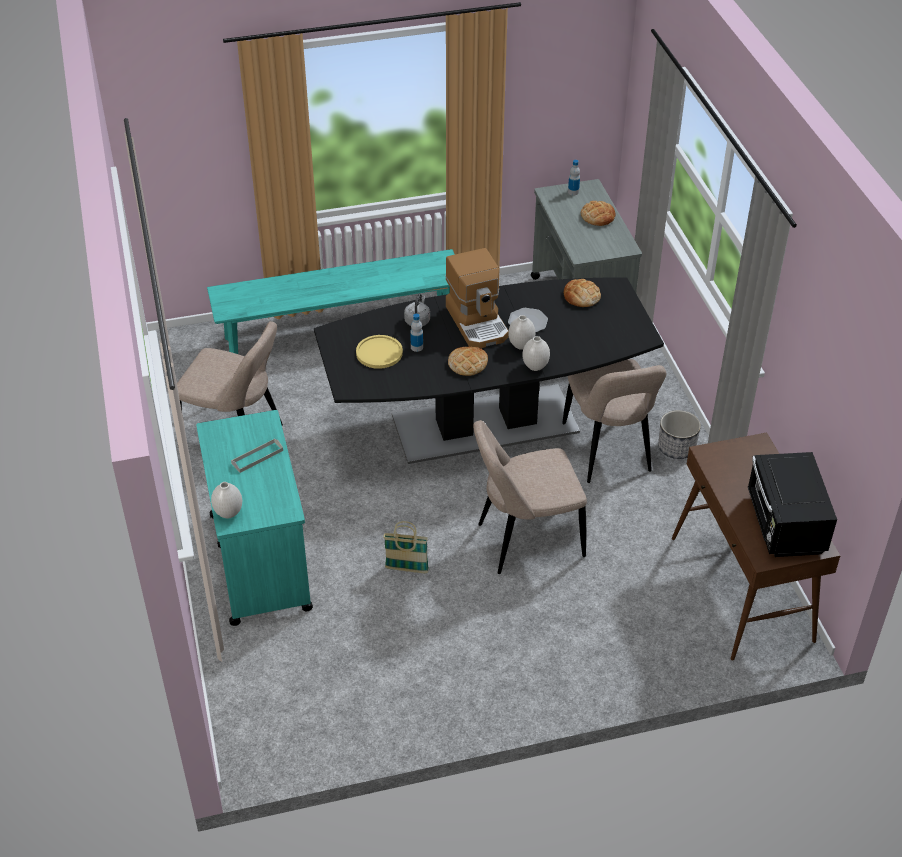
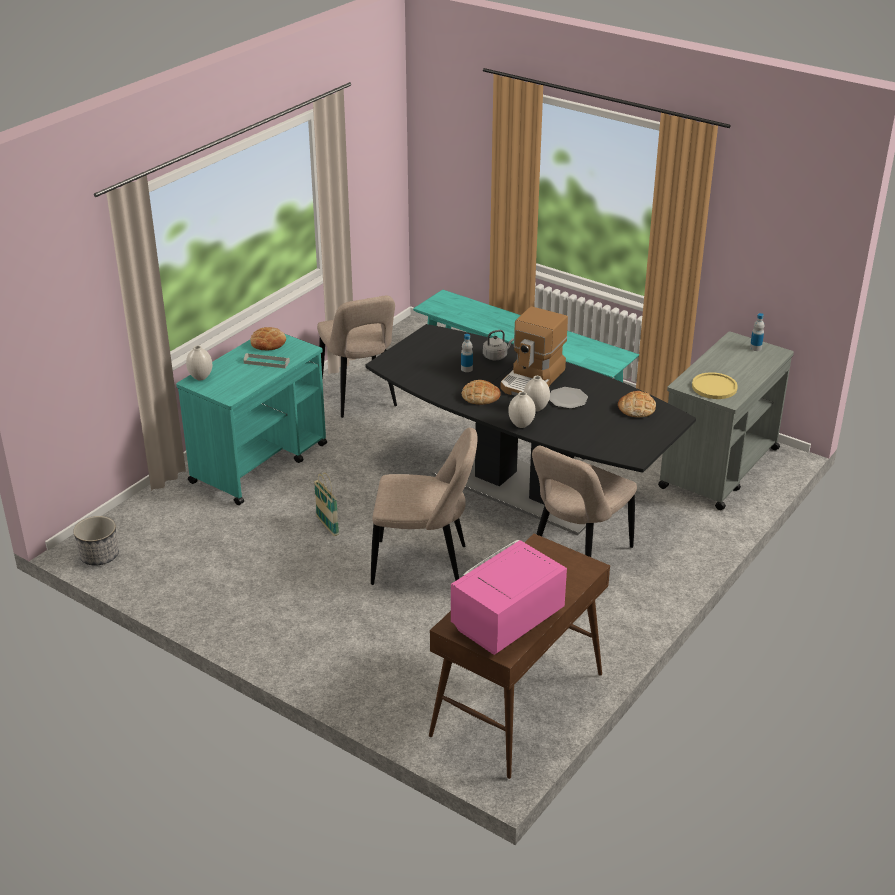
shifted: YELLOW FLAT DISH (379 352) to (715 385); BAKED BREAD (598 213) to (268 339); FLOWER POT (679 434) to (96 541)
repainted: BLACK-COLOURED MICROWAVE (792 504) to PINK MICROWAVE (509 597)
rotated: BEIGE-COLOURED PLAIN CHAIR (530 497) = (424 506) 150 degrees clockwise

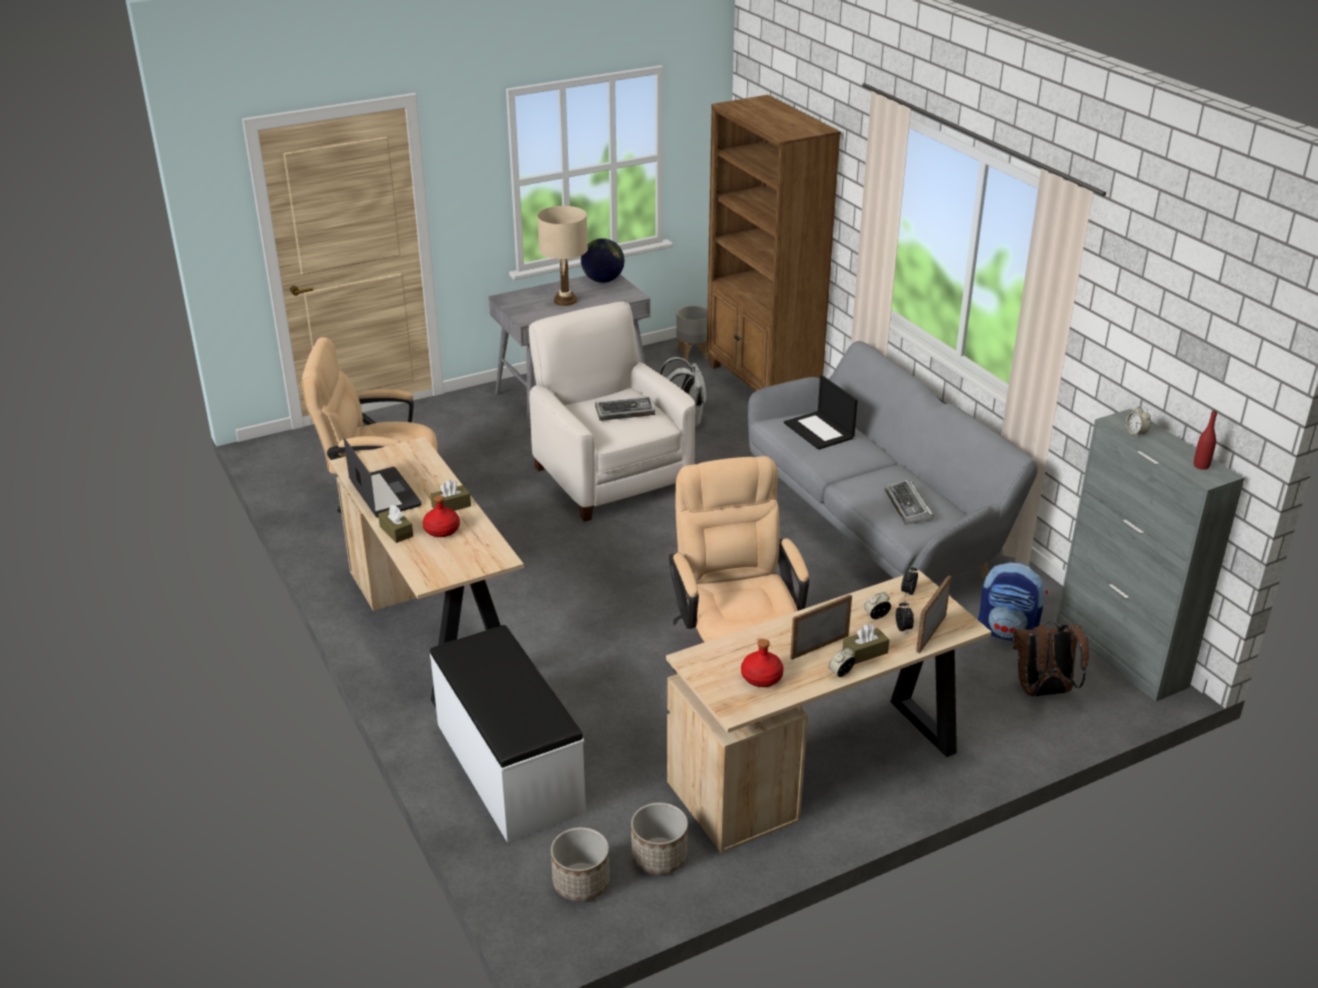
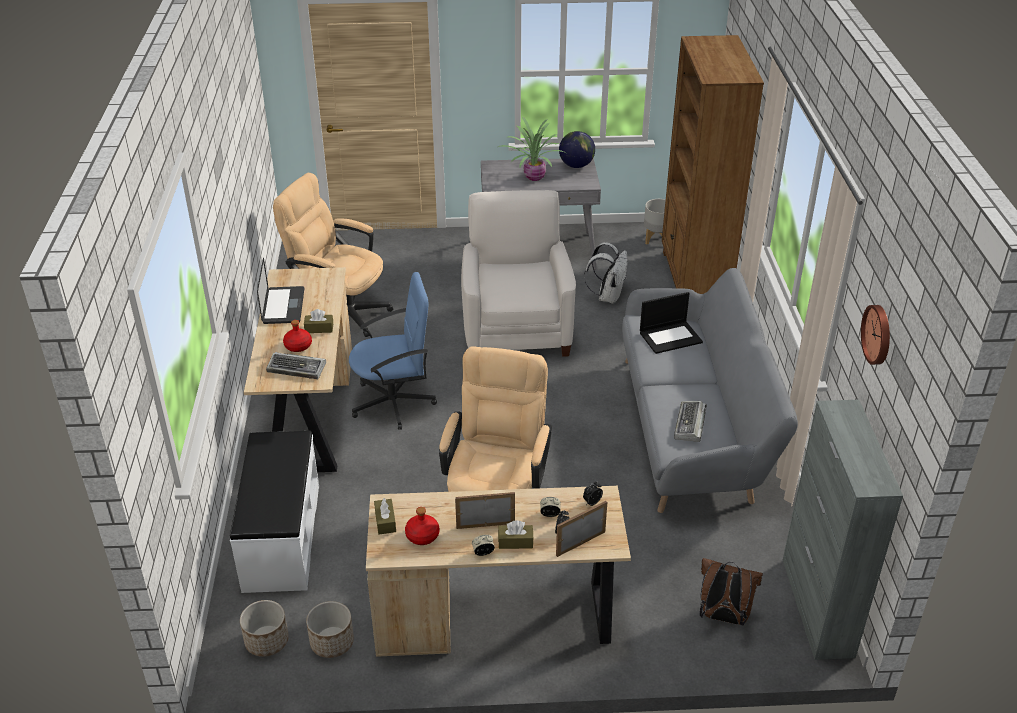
gone: RUCKSACK (1013 601); BEDSIDE CLOCK (1138 421); RED BOTTLE (1205 440)
new: BLUE COMPUTER CHAIR (393 351); HANGING CLOCK (875 335)
shifted: BROWNISH TISSUE HOLDER (395 524) to (385 516); KEYBOARD (625 408) to (296 365)
swapped: BEIGE-COLOURED TABLE LAMP (562 256) to PLANT IN A POT (532 149)
rotated: LAPTOP (821 412) = (671 323) 105 degrees counterclockwise

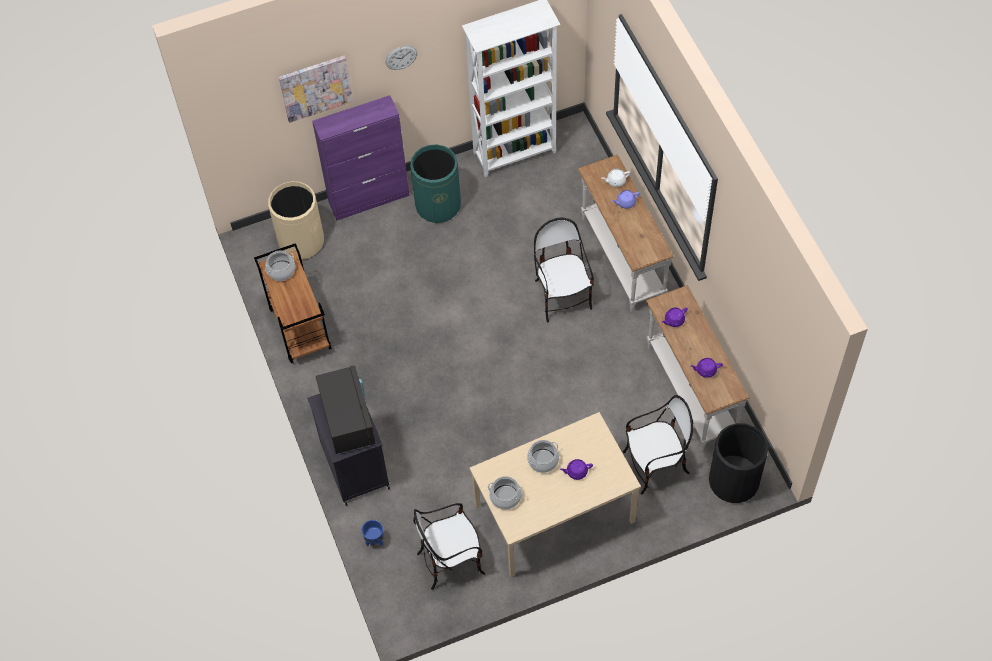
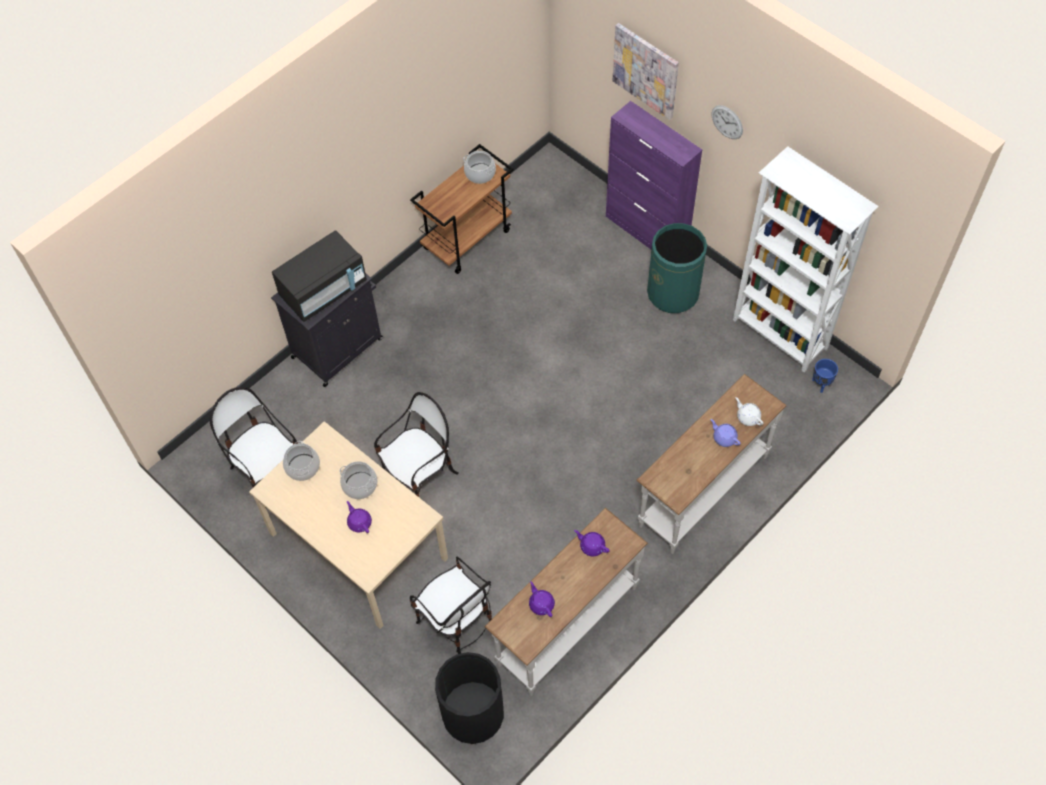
gone: BEIGE-COLOURED WASTE BIN (296 220)
shifted: BLUE FLOWER POT (373 533) to (825 376); PLAIN CHAIR (564 270) to (416 444)

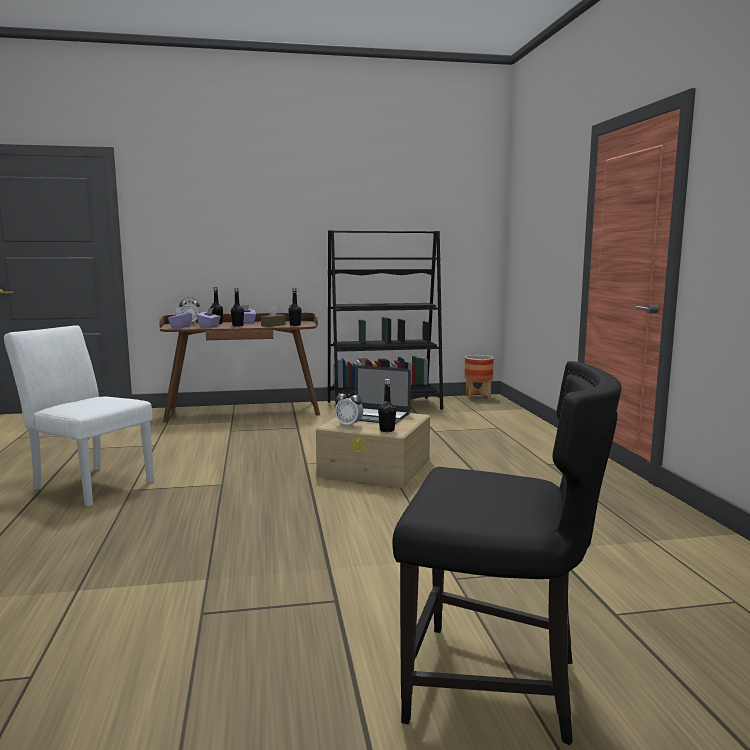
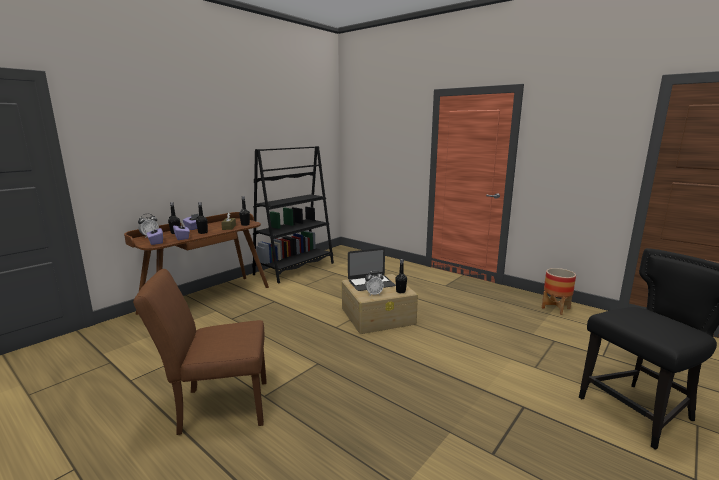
shifted: FLOWER POT (479 377) to (559 291)
repainted: WHITE PLAIN CHAIR (79 416) to BROWNISH PLAIN CHAIR (200 352)

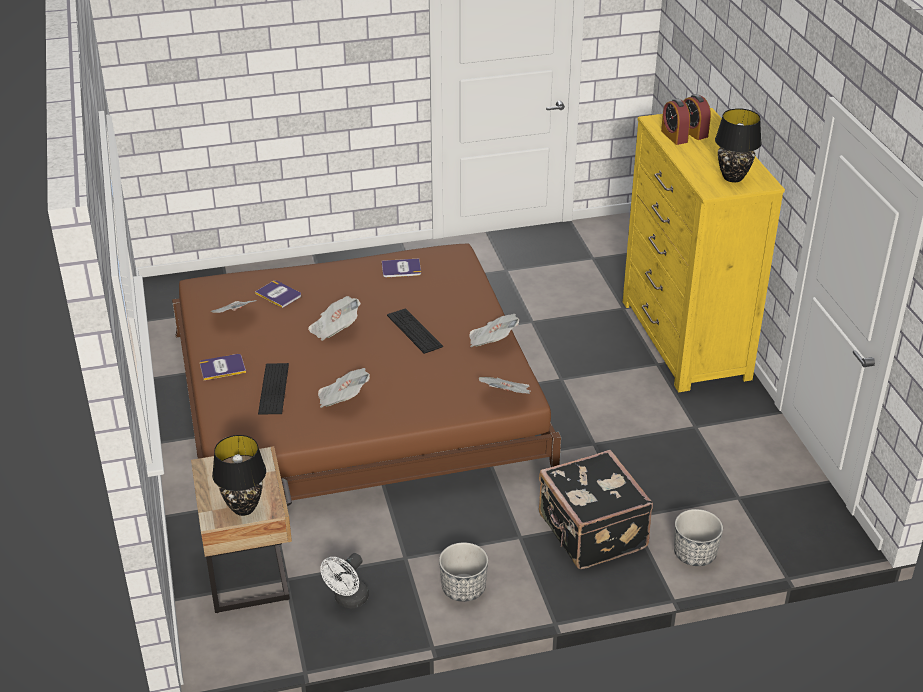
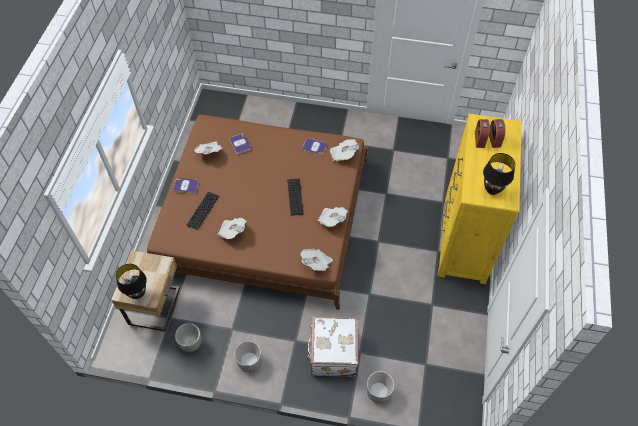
shifted: DAILY PAPER (334 318) to (344 150)
swapped: WHITE COOLING FAN (344 580) to FLOWER POT (188 337)
repainted: BLACK-COLOURED PIECE OF LUGGAGE (596 509) to WHITE PIECE OF LUGGAGE (333 346)

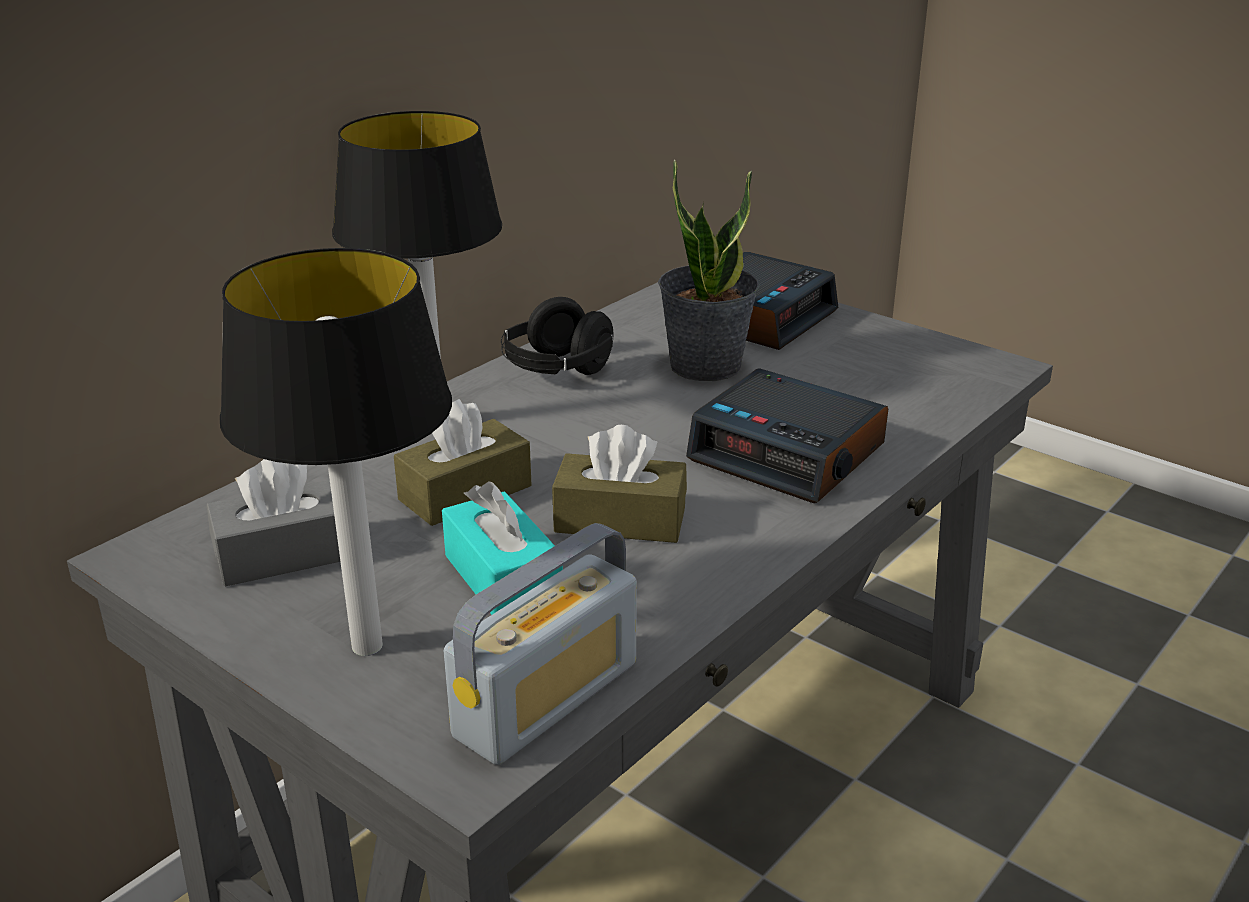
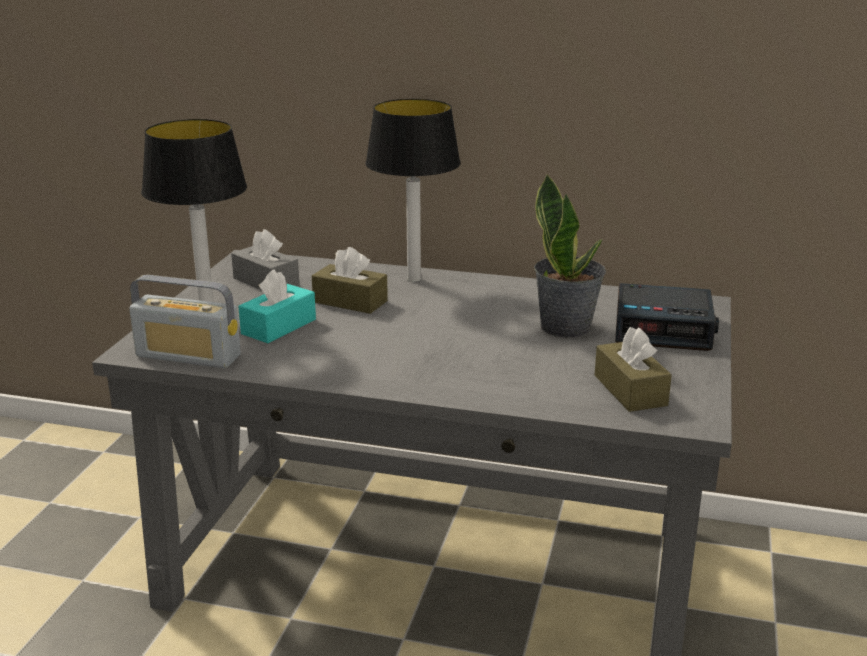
gone: BLACK-COLOURED HEADPHONES (557 336); BEDSIDE CLOCK (787 435)
shifted: BROWNISH TISSUE HOLDER (619 484) to (633 369)

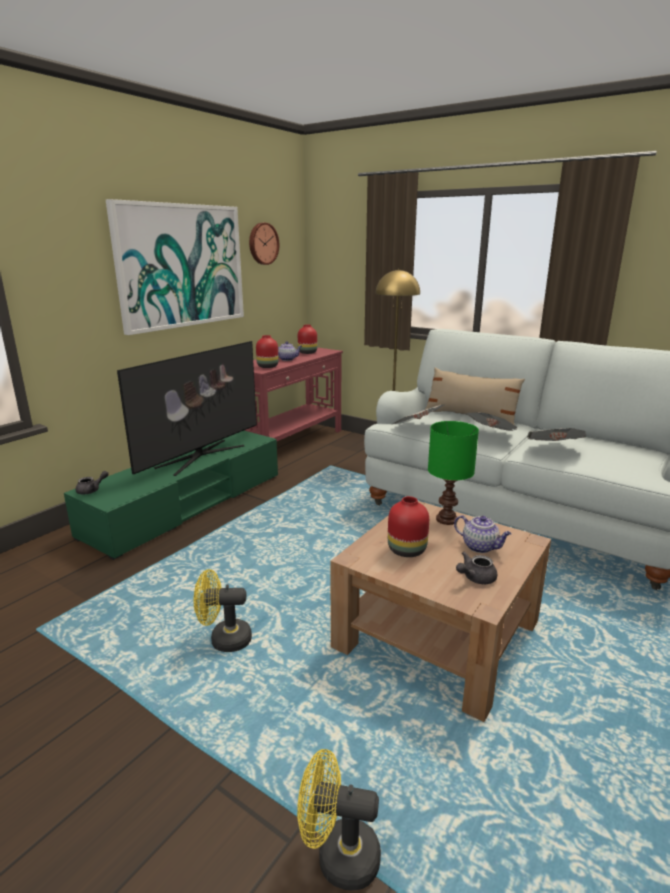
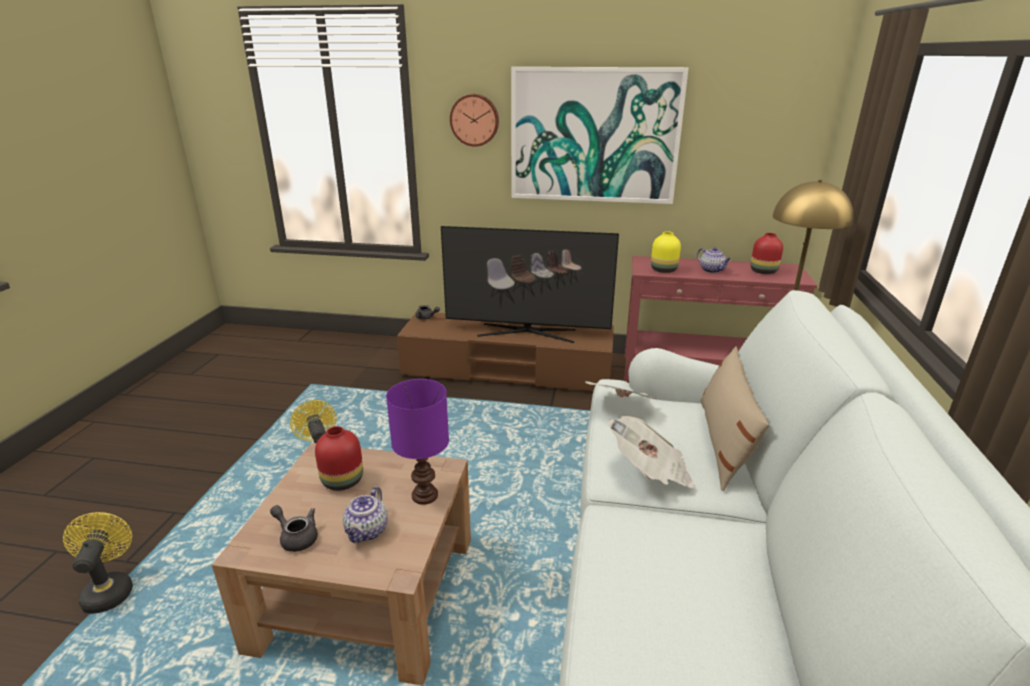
gone: DAILY PAPER (556 434)
shifted: HANGING CLOCK (264 244) to (474 120)
repainted: GREEN-COLOURED TV STAND (171 495) to BROWNISH TV STAND (505 352); RED DECORATIVE VASE (267 351) to YELLOW DECORATIVE VASE (666 252); GREEN-COLOURED TABLE LAMP (453 473) to PURPLE-COLOURED TABLE LAMP (417 442)

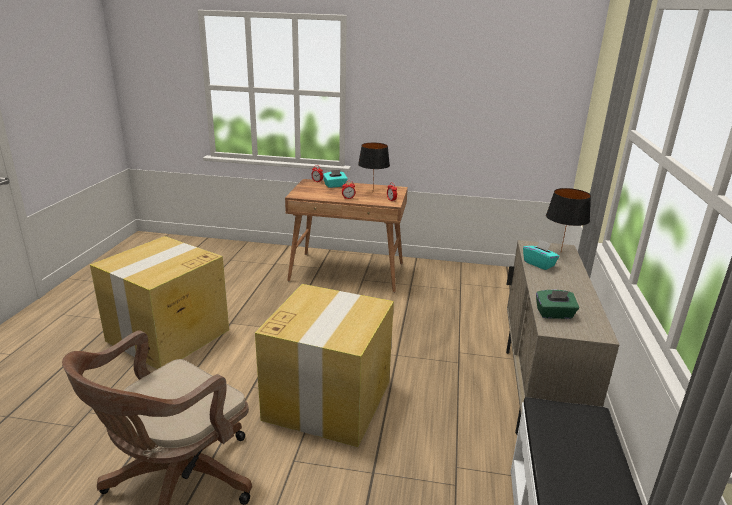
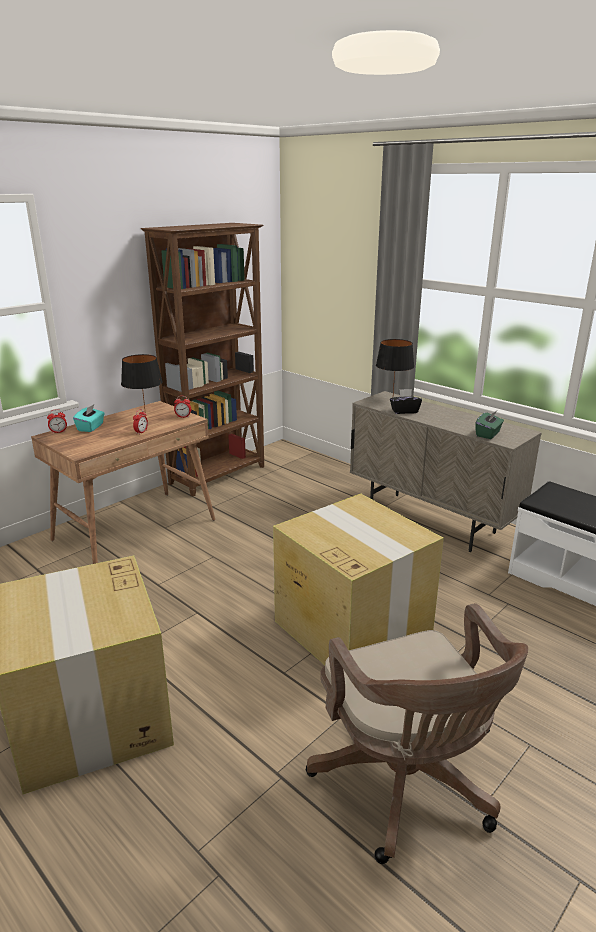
new: BROWNISH SHELVING UNIT (202 360)
repainted: TURQUOISE-COLOURED TISSUE HOLDER (541 254) to BLACK-COLOURED TISSUE HOLDER (406 401)

